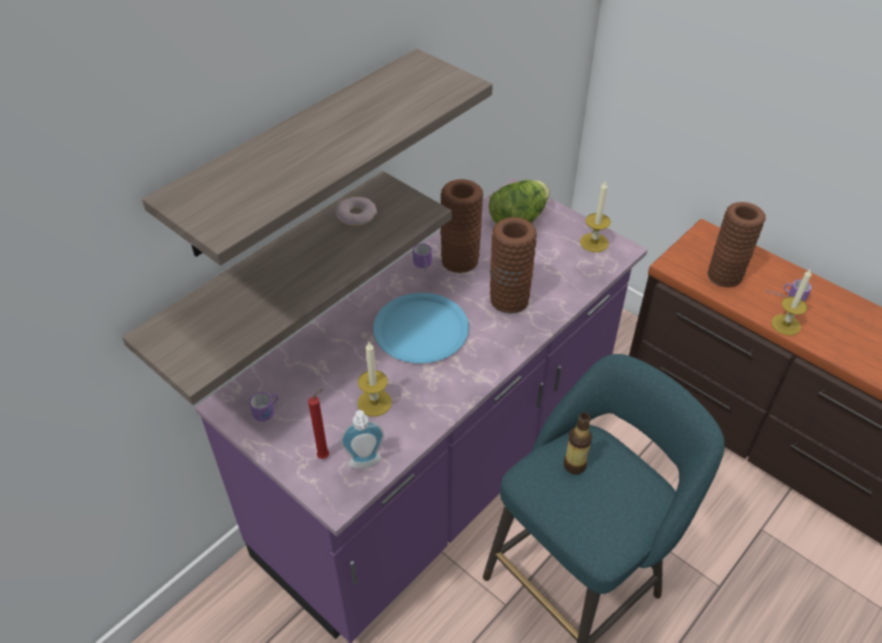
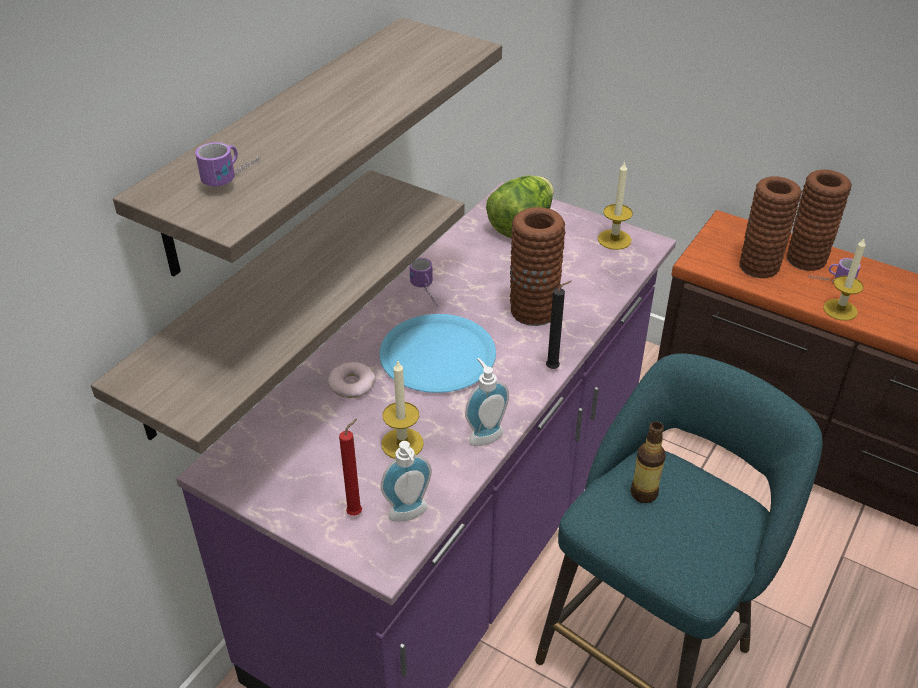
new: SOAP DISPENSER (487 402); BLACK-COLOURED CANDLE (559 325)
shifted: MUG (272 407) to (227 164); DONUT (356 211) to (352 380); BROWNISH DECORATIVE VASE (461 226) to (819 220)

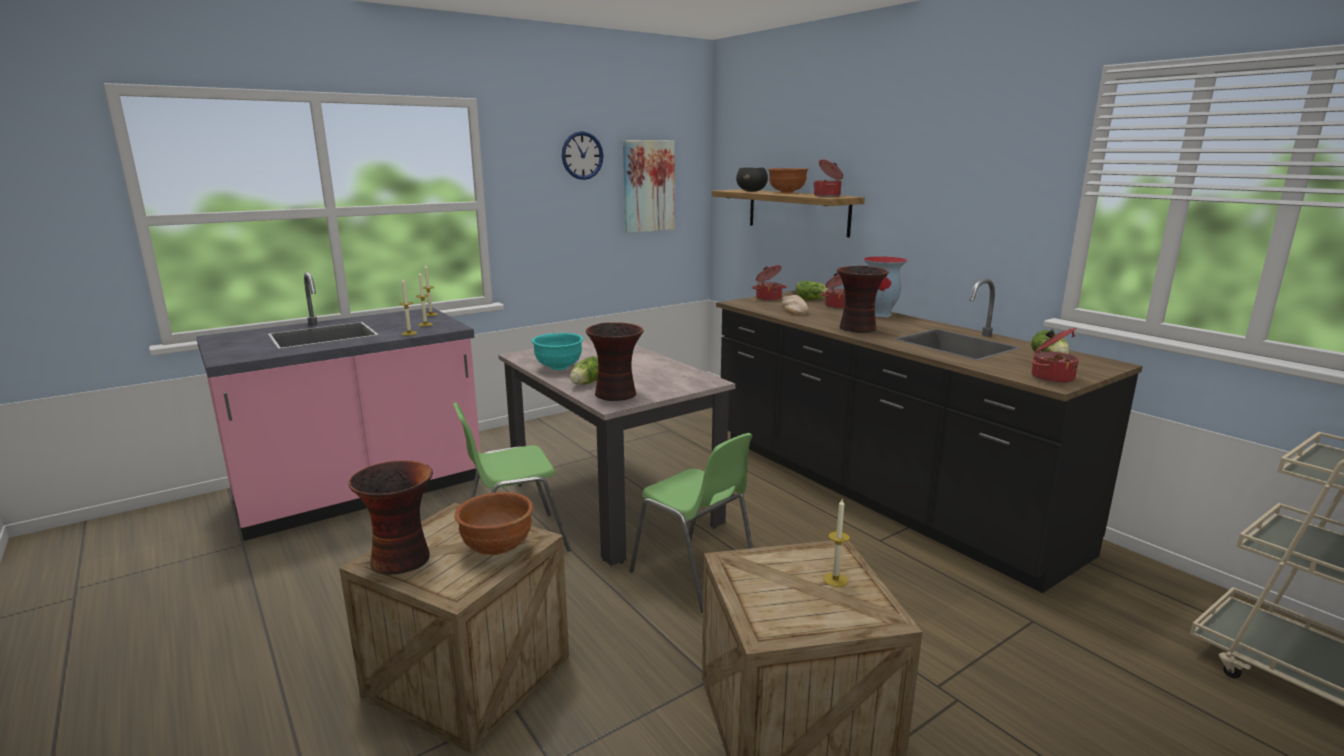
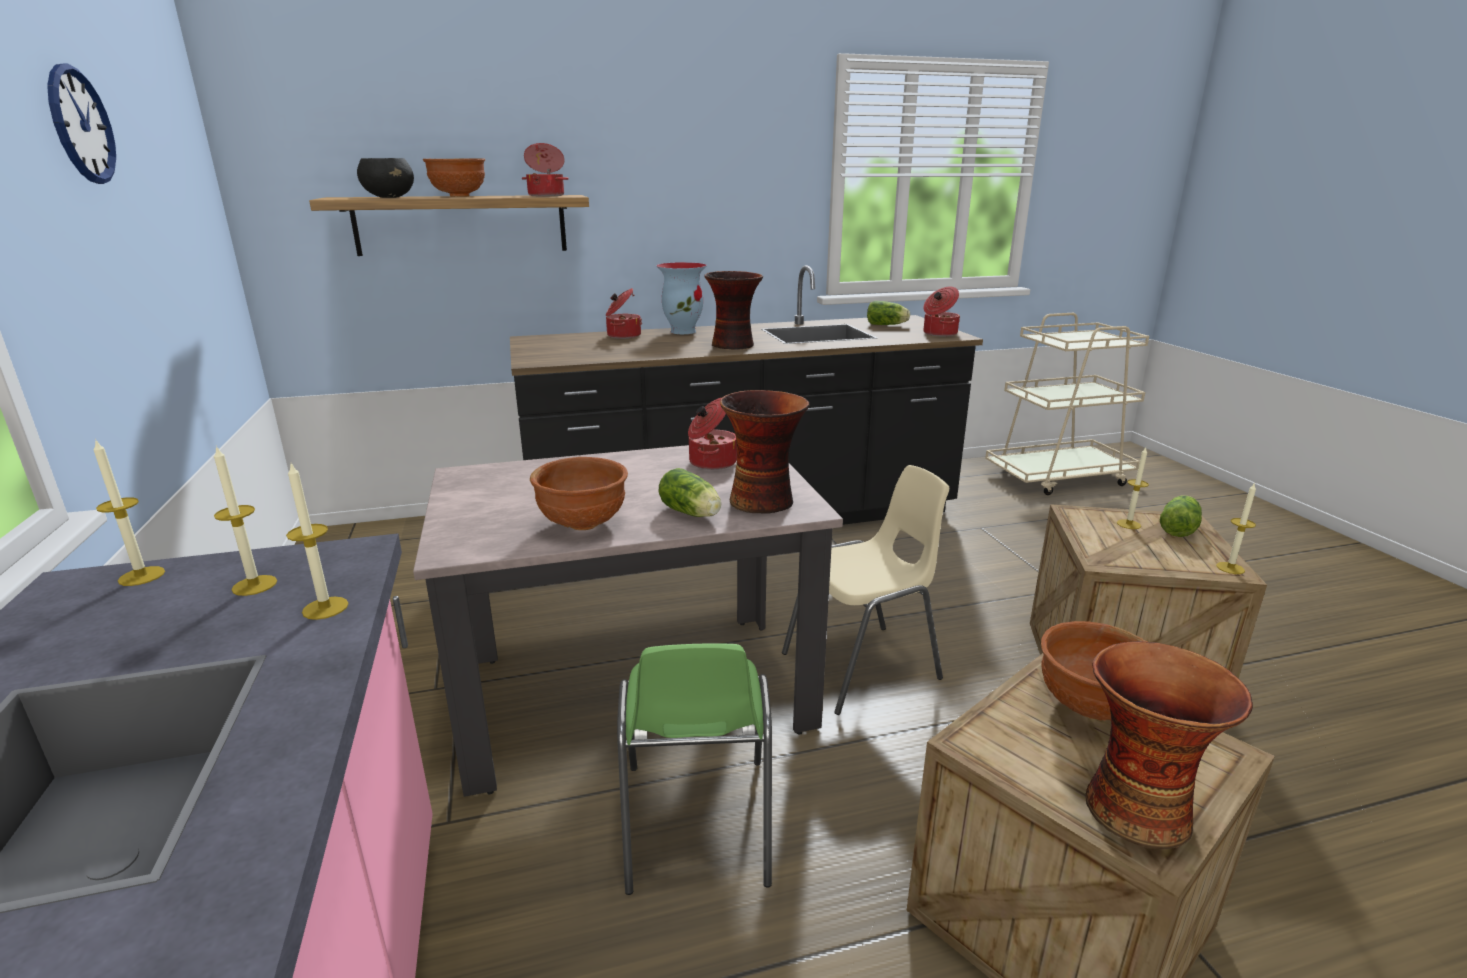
gone: WALL PICTURE (649 186); BAKED BREAD (795 305)
new: CANDLE (1236 528)
shifted: STOCKPOT (769 283) to (712 434); HEAD OF LETTUCE (812 290) to (1181 516)
repainted: TURQUOISE-COLOURED BOWL (557 351) to BROWNISH BOWL (579 493); GREEN-COLOURED PLAIN CHAIR (691 523) to BEIGE-COLOURED PLAIN CHAIR (865 590)

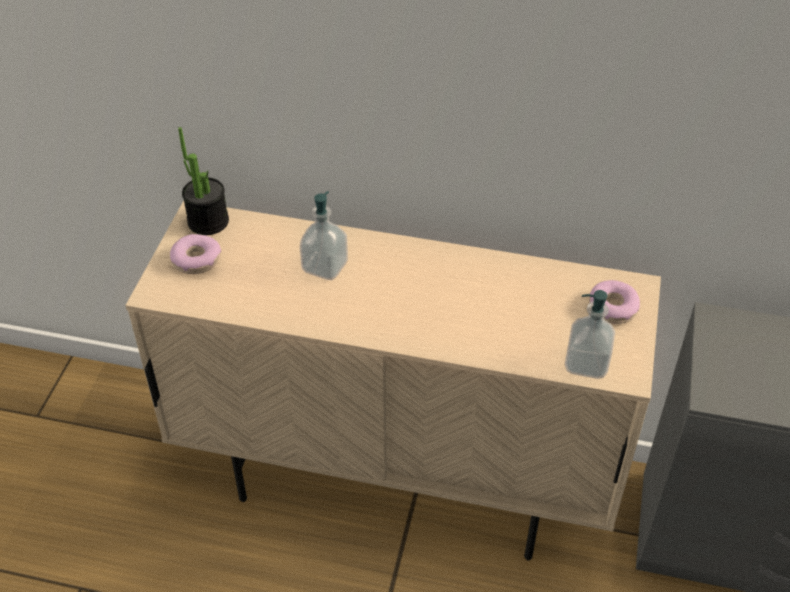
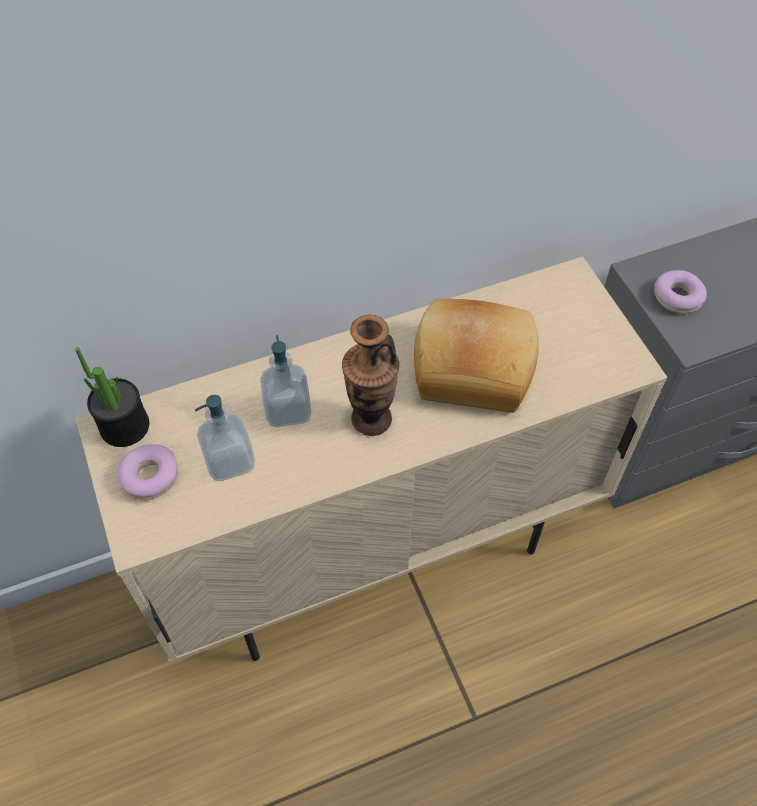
new: DECORATIVE VASE (370 375); BAKED BREAD (476 356)
shifted: SOAP DISPENSER (590 334) to (225 438); DONUT (614 302) to (680 292)

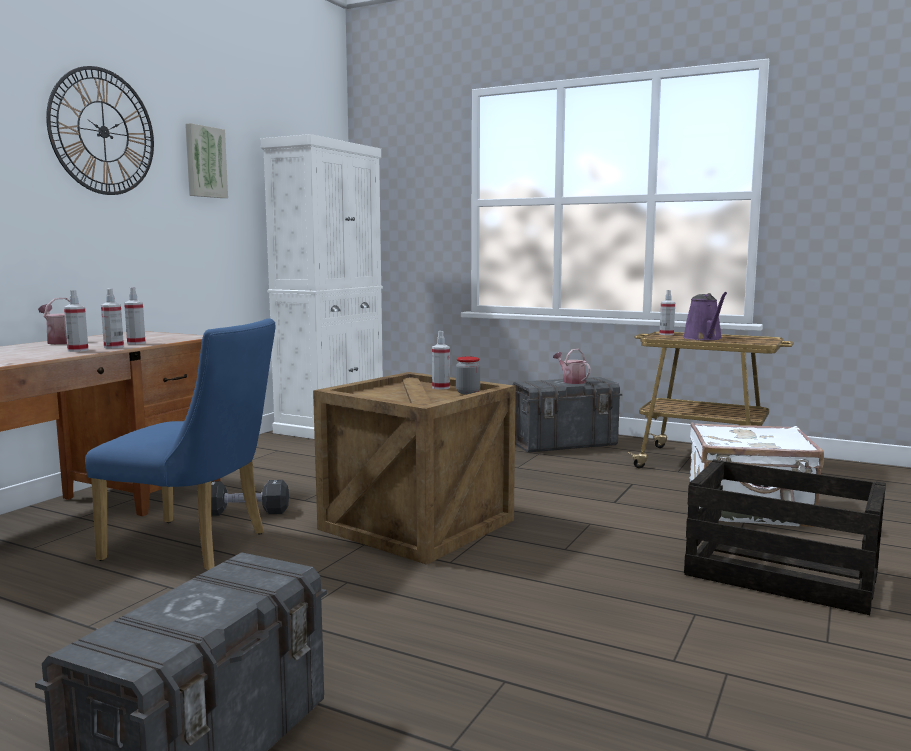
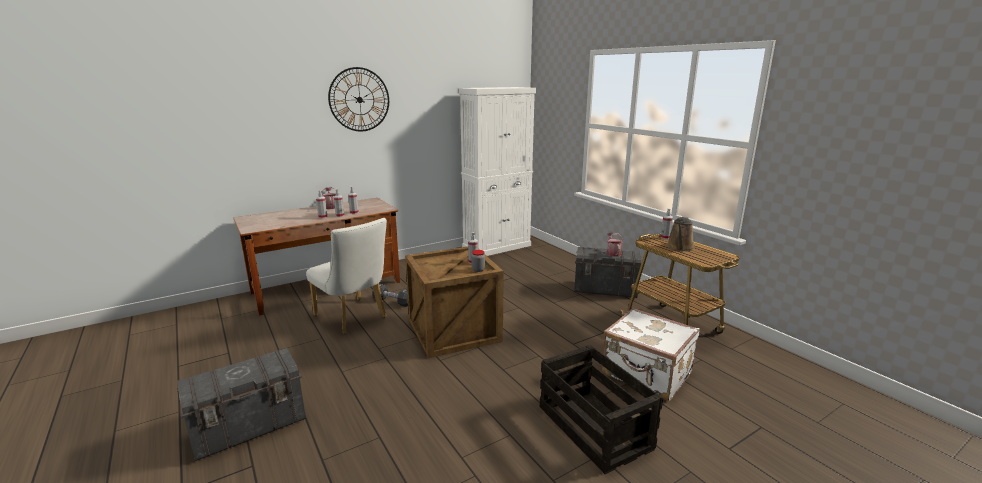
gone: WALL PICTURE (206 160)
repainted: BLUE PLAIN CHAIR (180 444) to WHITE PLAIN CHAIR (346 276); PURPLE-COLOURED WATERING CAN (705 316) to BROWNISH WATERING CAN (680 234)

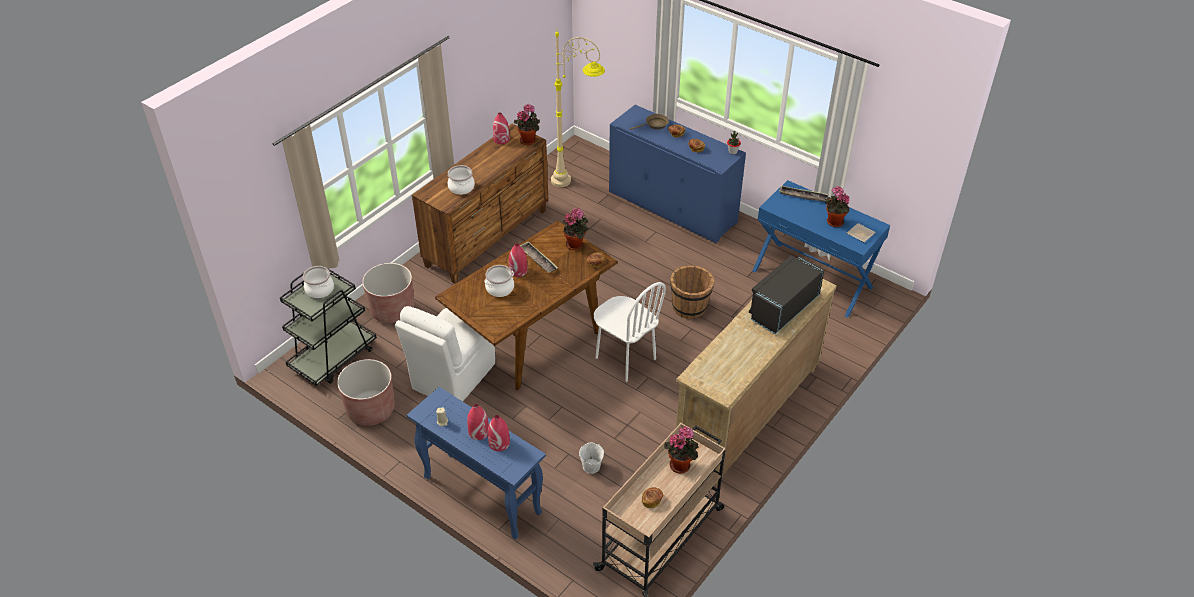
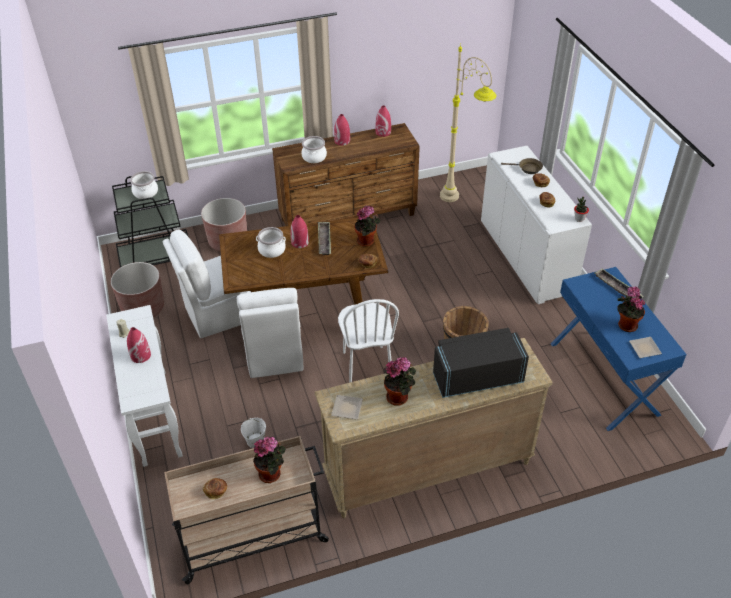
new: WHITE PLAIN CHAIR (270 333); FLAT DISH (347 407)
shifted: RED DECORATIVE VASE (499 433) to (342 130); PLANT IN A POT (527 124) to (399 381)
repainted: BLUE HALL TABLE (476 463) to WHITE HALL TABLE (144 386); BLUE CABINET (677 174) to WHITE CABINET (536 225)

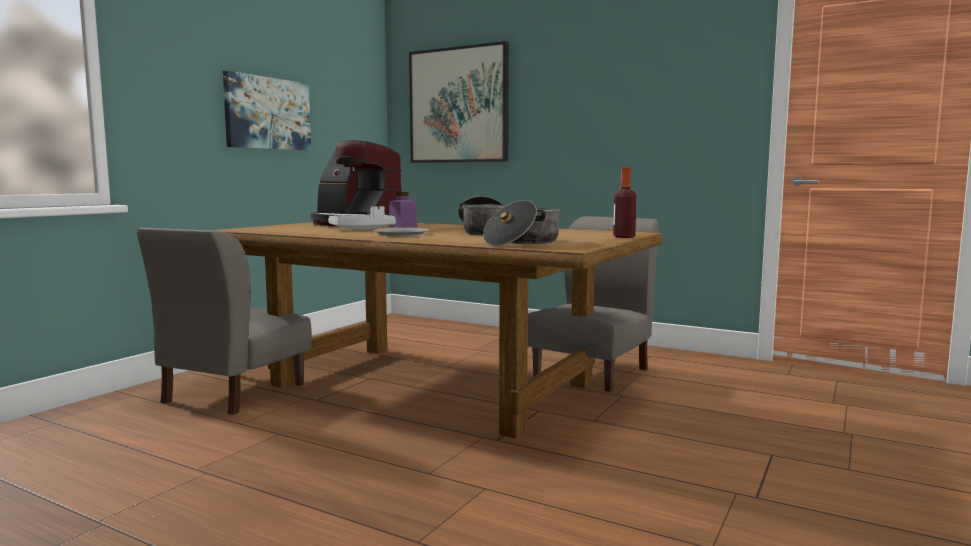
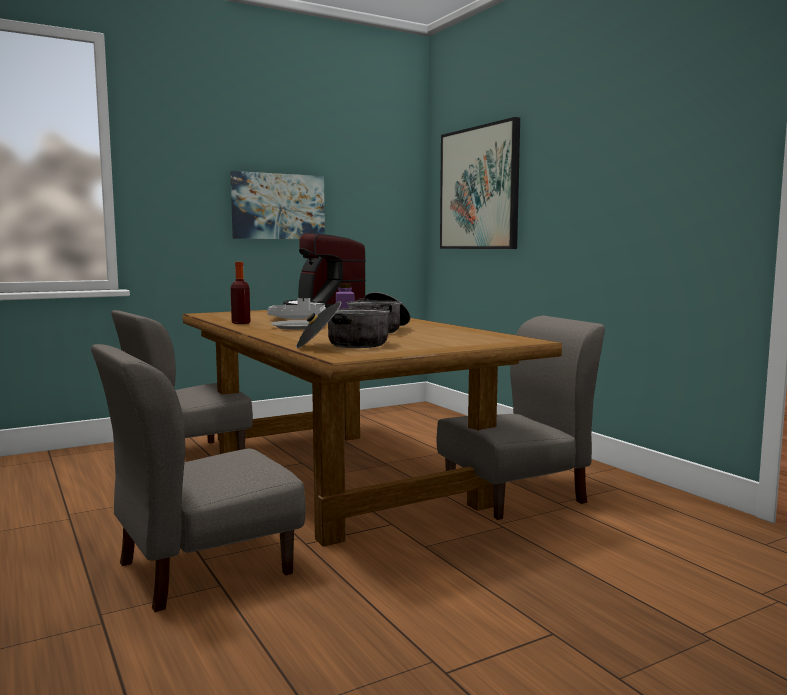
new: GRAY PLAIN CHAIR (198 478)
shifted: BOTTLE (625 202) to (240 293)

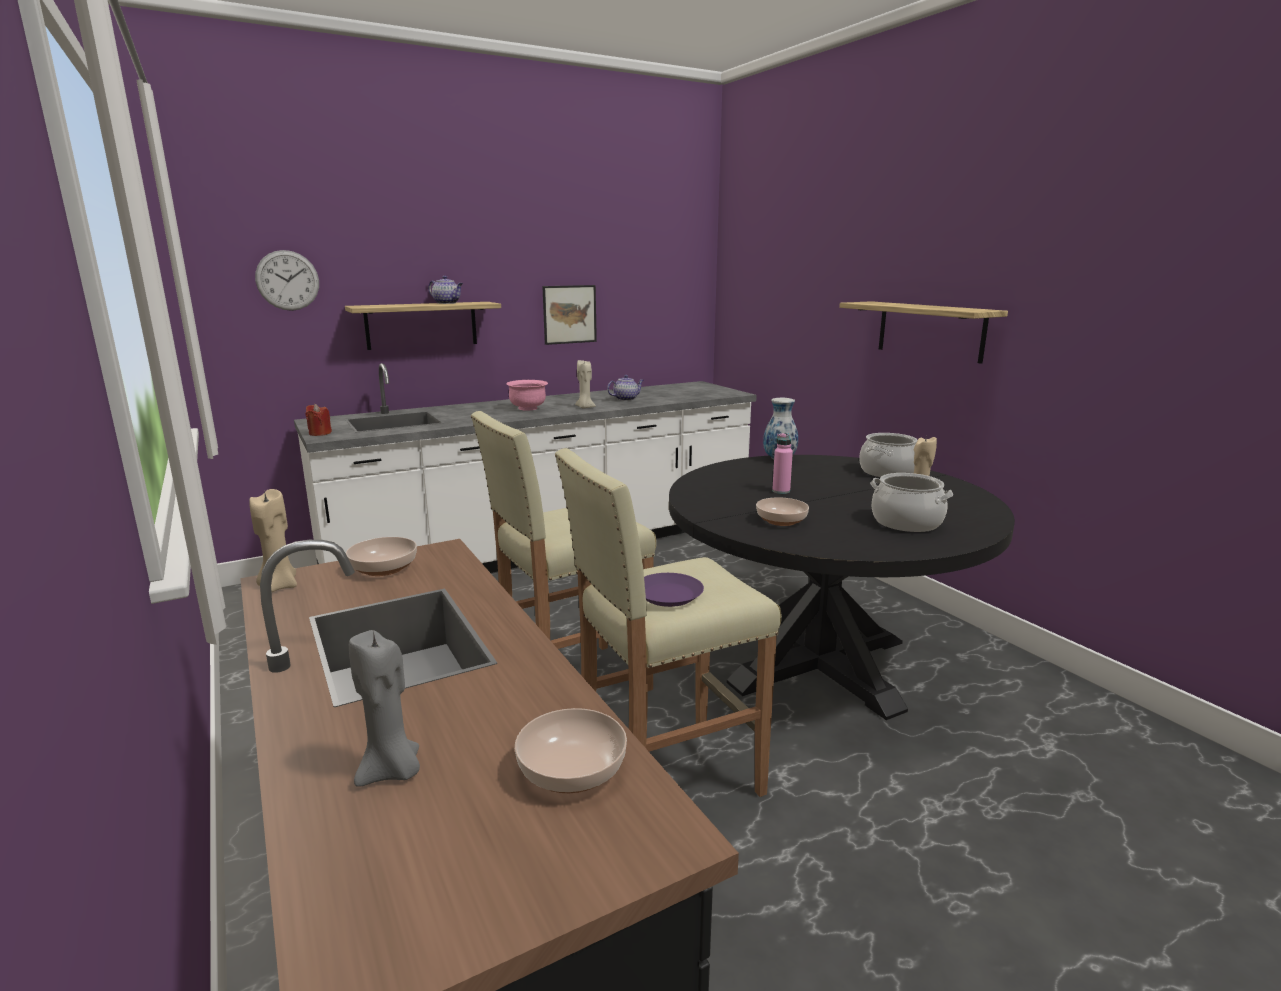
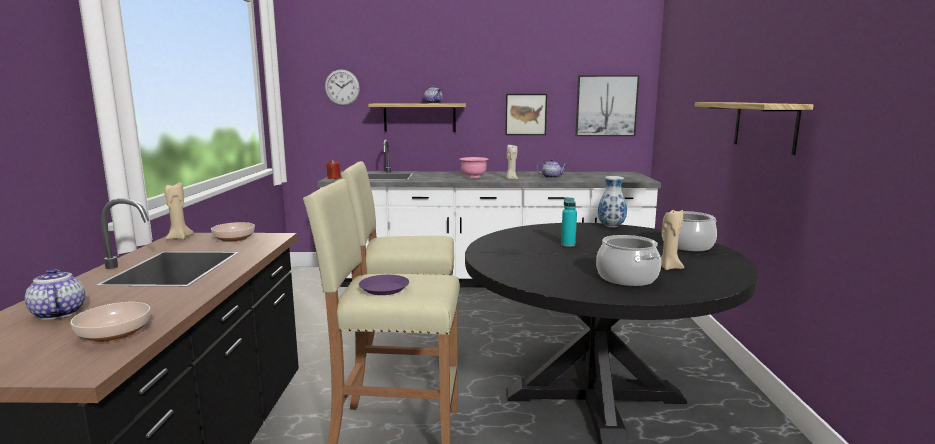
gone: BOWL (782 511)
new: WALL PICTURE (607 105)
swapped: GRAY CANDLE (384 708) to TEAPOT (55 294)
repainted: PINK BOTTLE (782 463) to TURQUOISE-COLOURED BOTTLE (569 222)

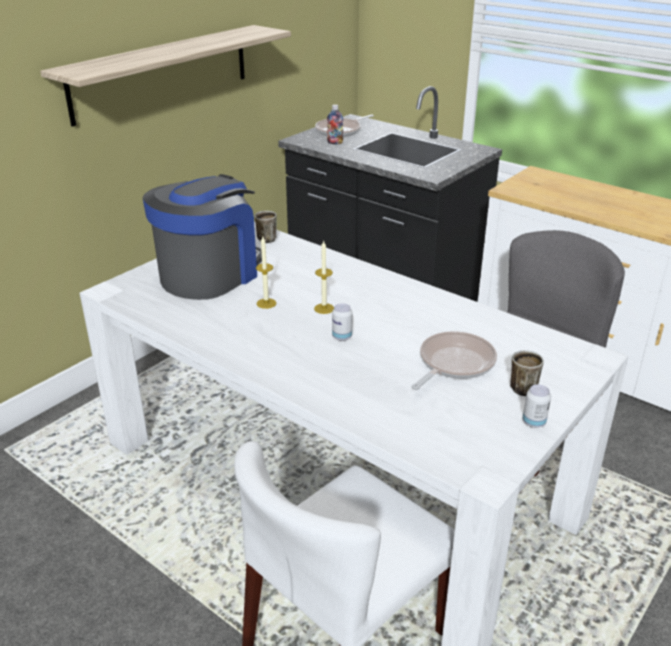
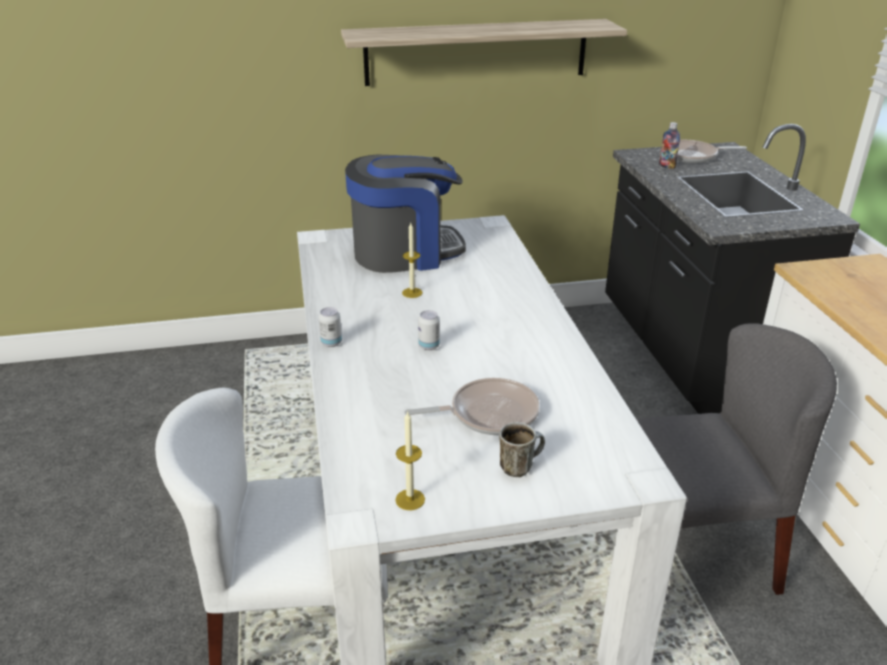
gone: MUG (266 227)
shifted: CANDLE (324 277) to (410 460); METAL CAN (537 406) to (330 327)

